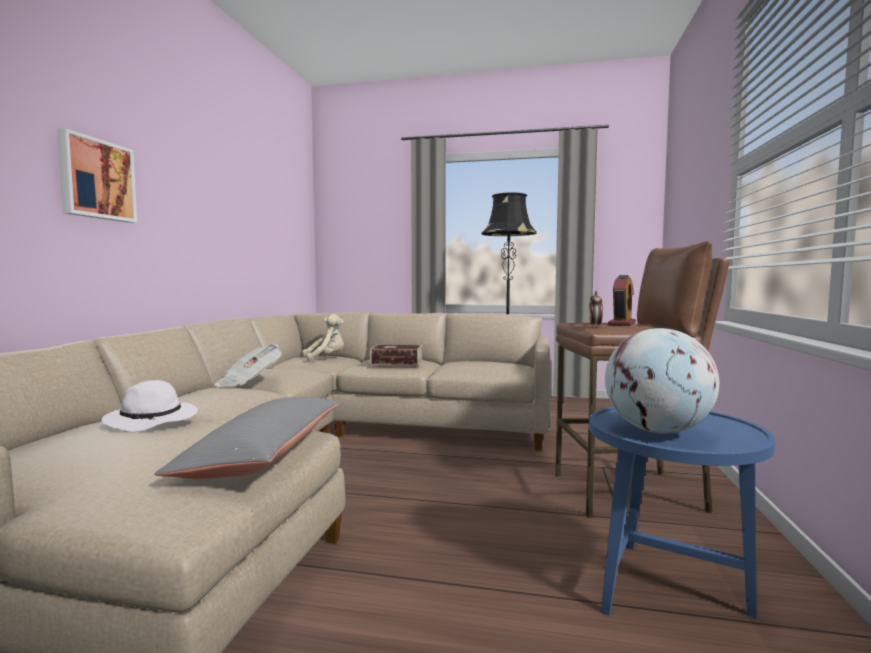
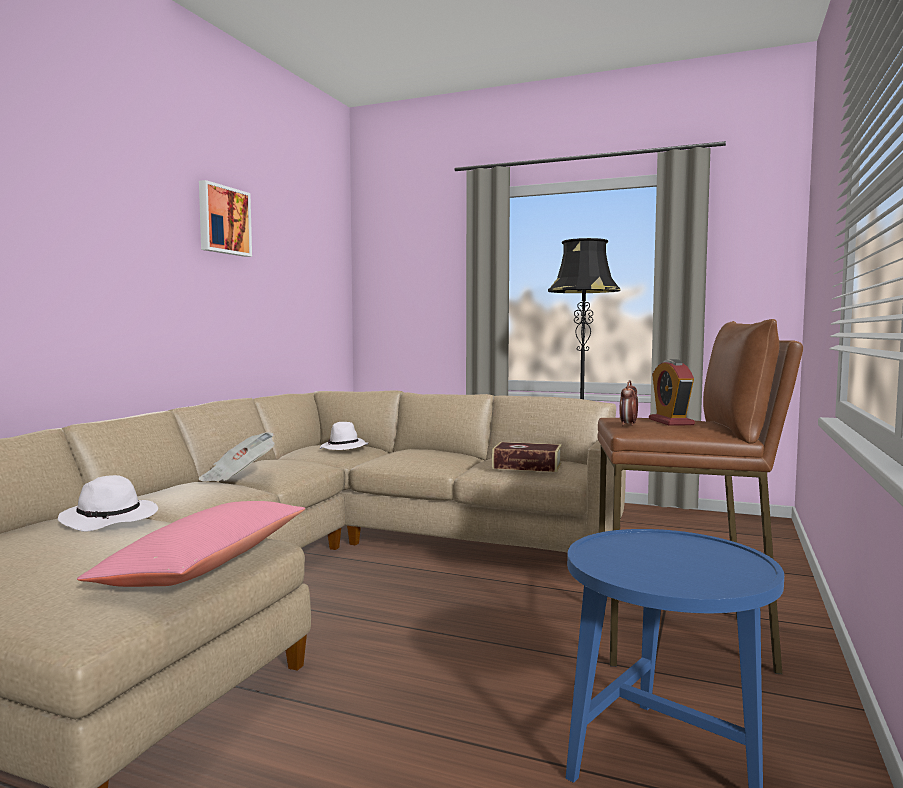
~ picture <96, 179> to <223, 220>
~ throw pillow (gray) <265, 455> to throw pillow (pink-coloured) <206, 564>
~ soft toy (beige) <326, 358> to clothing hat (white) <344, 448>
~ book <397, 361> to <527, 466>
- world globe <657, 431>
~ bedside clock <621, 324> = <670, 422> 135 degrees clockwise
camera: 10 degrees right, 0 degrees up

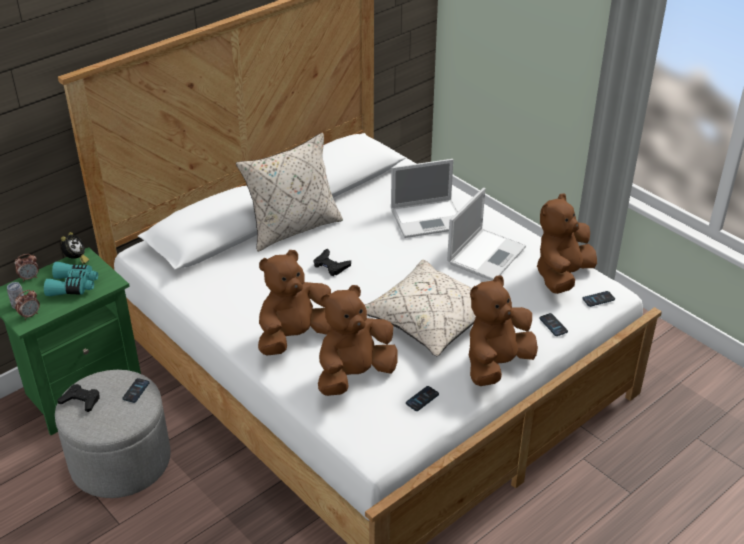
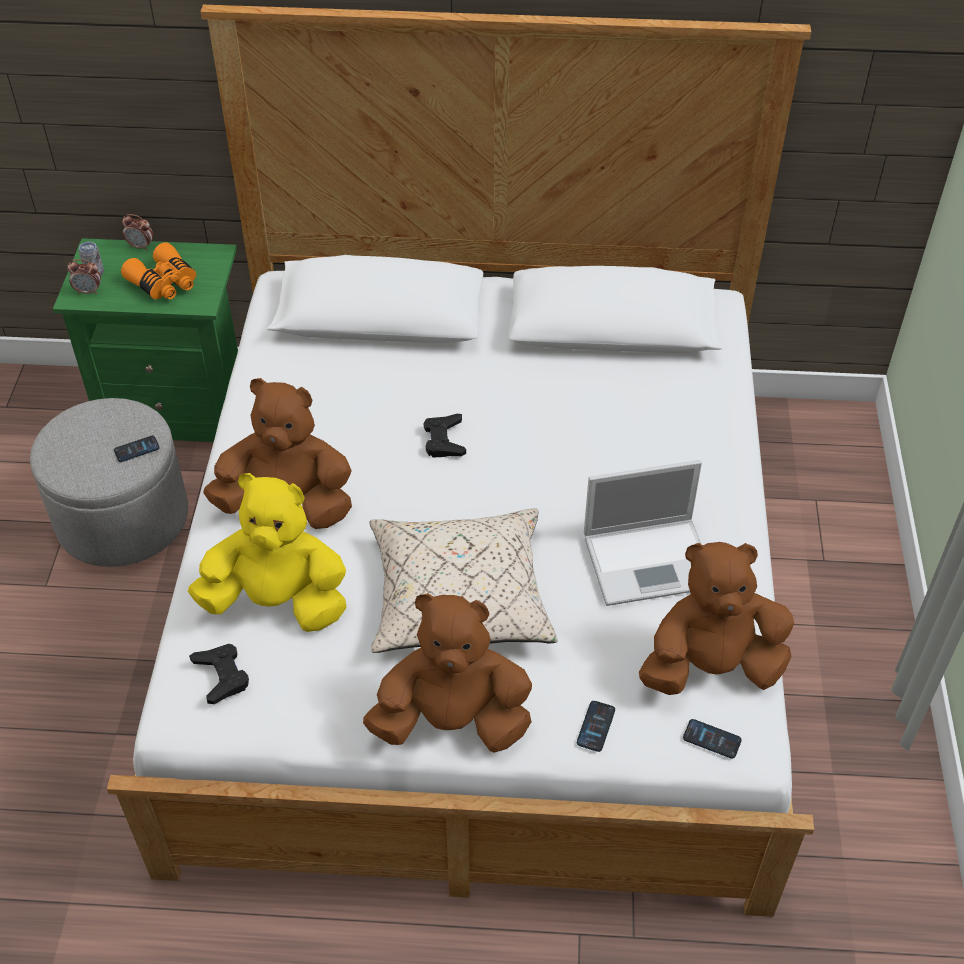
~ binoculars (turquoise-coloured) <73, 286> to binoculars (orange) <164, 283>
~ gamepad (black-coloured) <81, 400> to <221, 676>
- bedside clock <76, 259>
- throw pillow (beige) <293, 228>
~ soft toy (brown) <354, 375> to soft toy (yellow) <278, 601>
- portable computer <429, 218>
- handset <422, 399>
camera: 45 degrees right, 10 degrees up

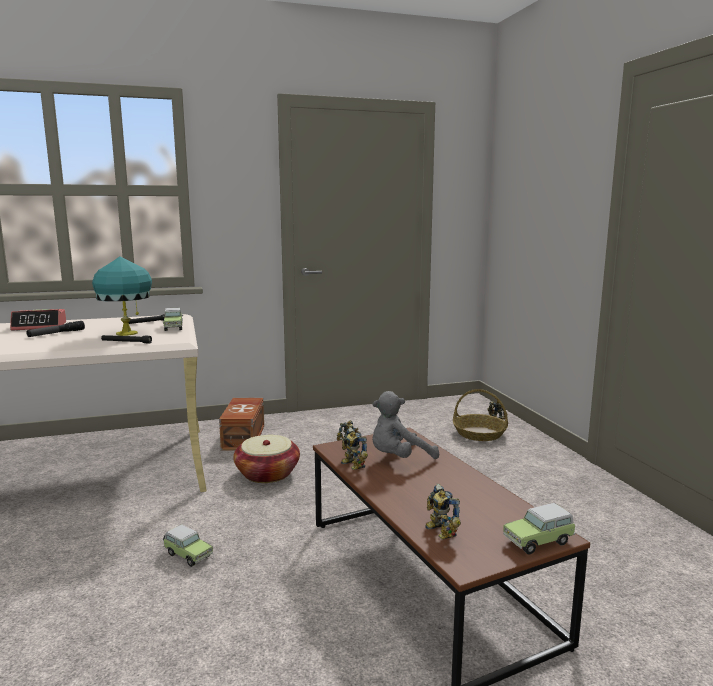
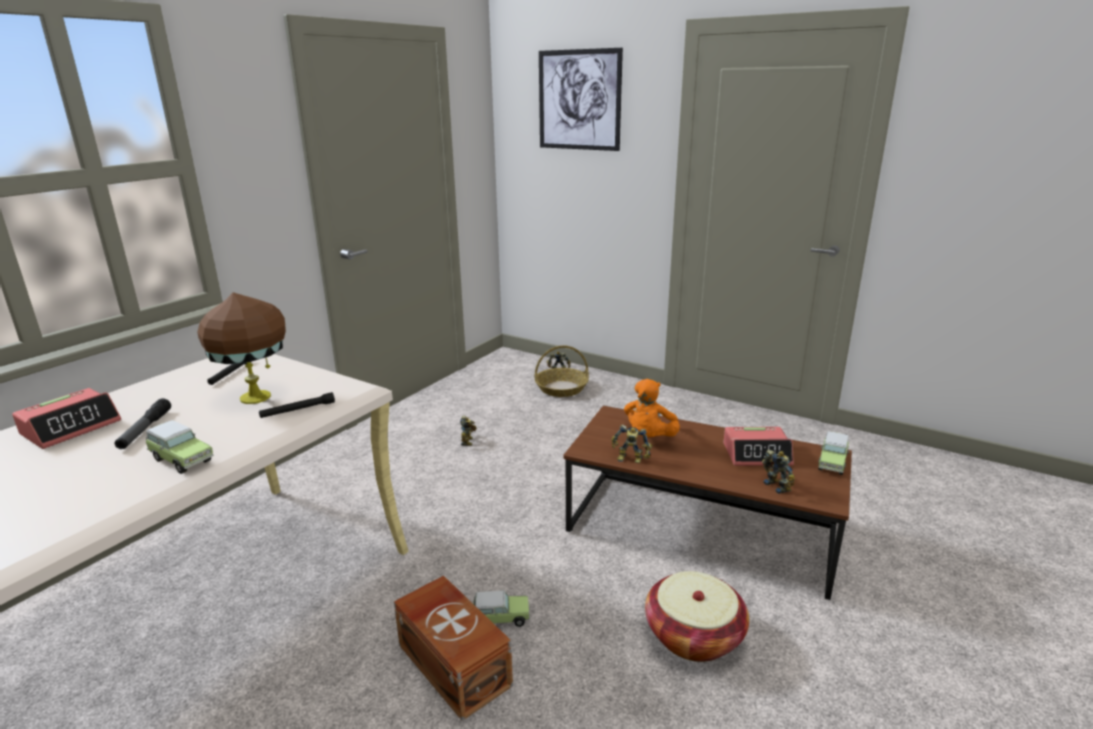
~ table lamp (turquoise-coloured) <127, 333> to table lamp (brown) <257, 397>
~ miniature car <173, 327> to <181, 459>
~ storage bin (brown) <244, 437> to <454, 663>
~ household basket <267, 474> to <693, 635>
~ soft toy (gray) <399, 458> to soft toy (orange) <649, 438>
~ robot figure <439, 532> = <778, 485> 135 degrees counterclockwise
+ picture <579, 100>
+ bedside clock <757, 454>
camera: 40 degrees left, 10 degrees up

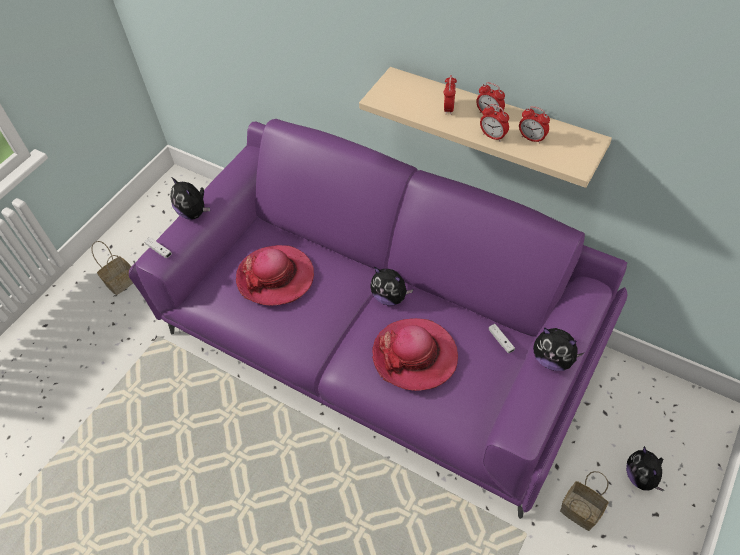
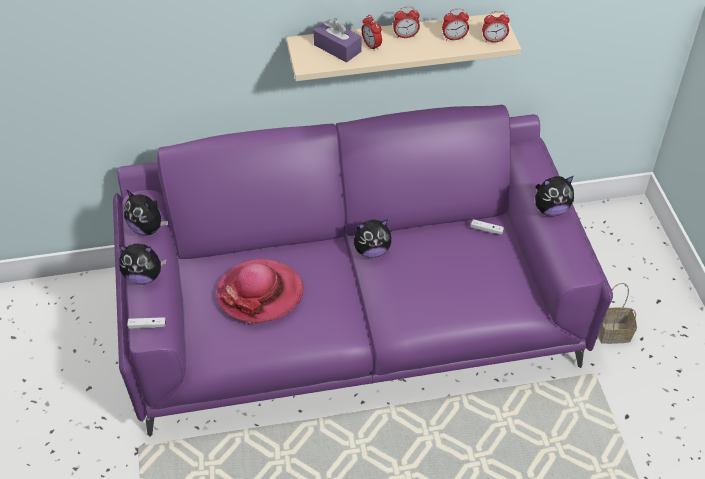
- household basket <121, 281>
- clothing hat <415, 356>
~ bedside clock <493, 136> to <494, 40>
~ soft toy <641, 477> to <147, 228>
+ tissue box (purplish) <337, 48>
camera: 45 degrees left, 5 degrees down

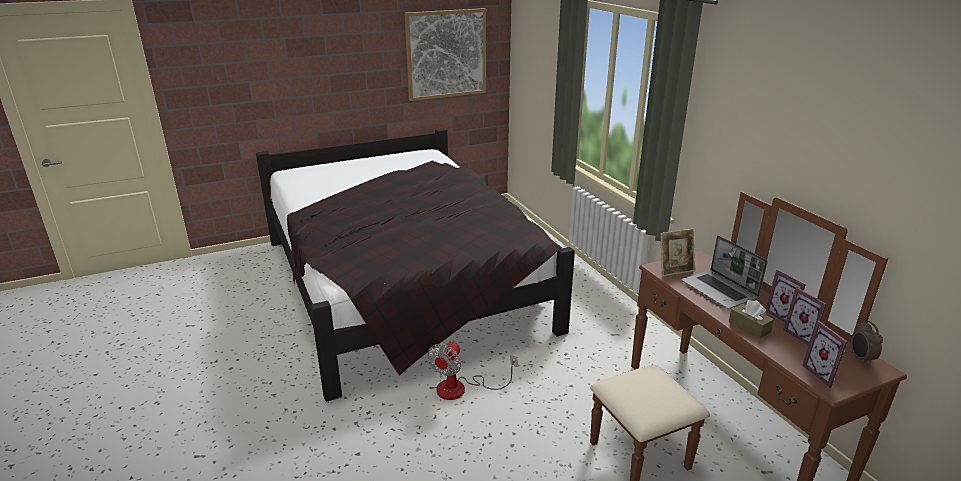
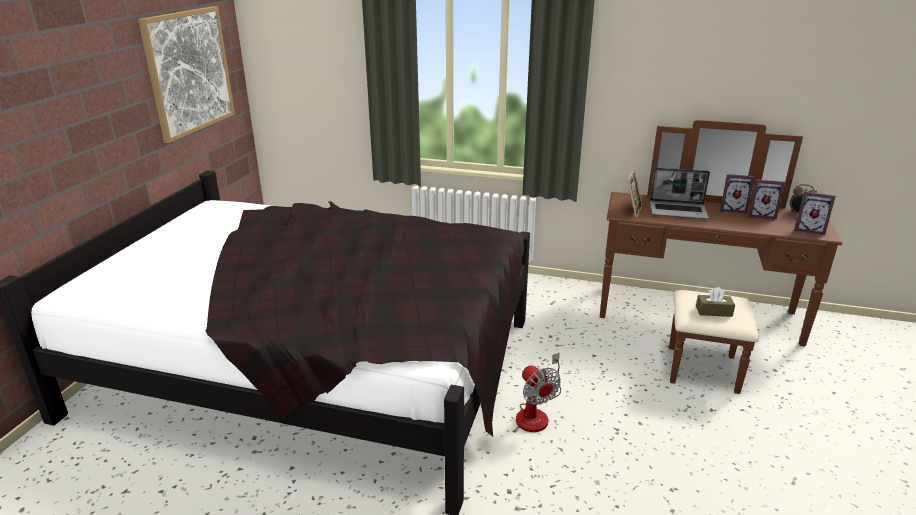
~ tissue box (brown) <749, 327> to <713, 311>
camera: 50 degrees left, 0 degrees up

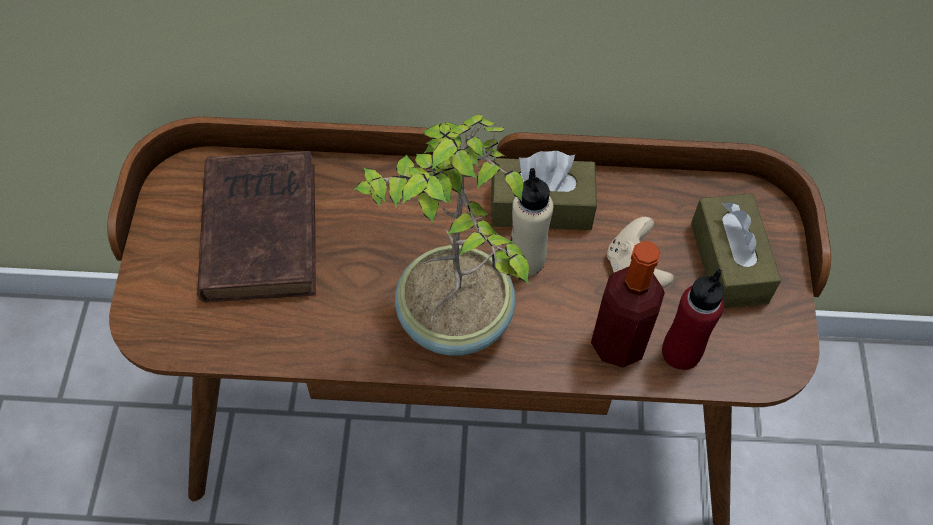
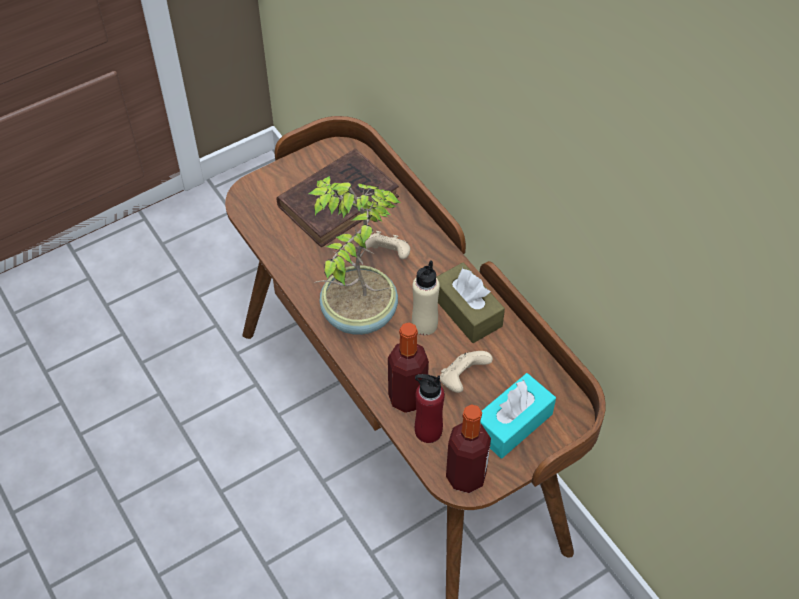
~ tissue box (brown) <729, 262> to tissue box (turquoise-coloured) <513, 423>
+ gamepad (beige) <387, 255>
+ drink bottle <466, 476>
camera: 55 degrees right, 5 degrees down

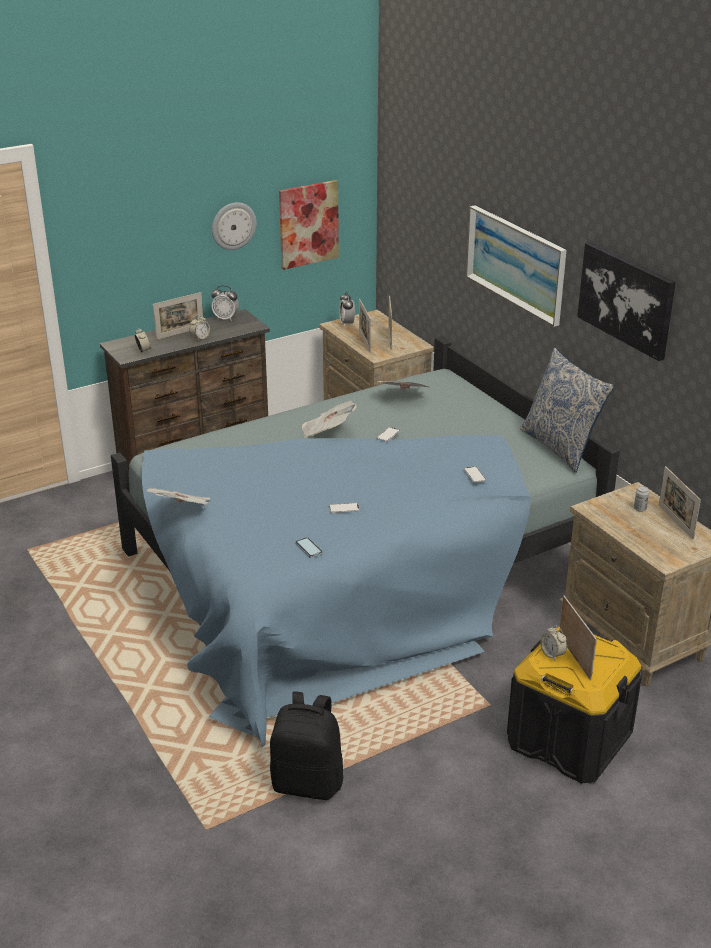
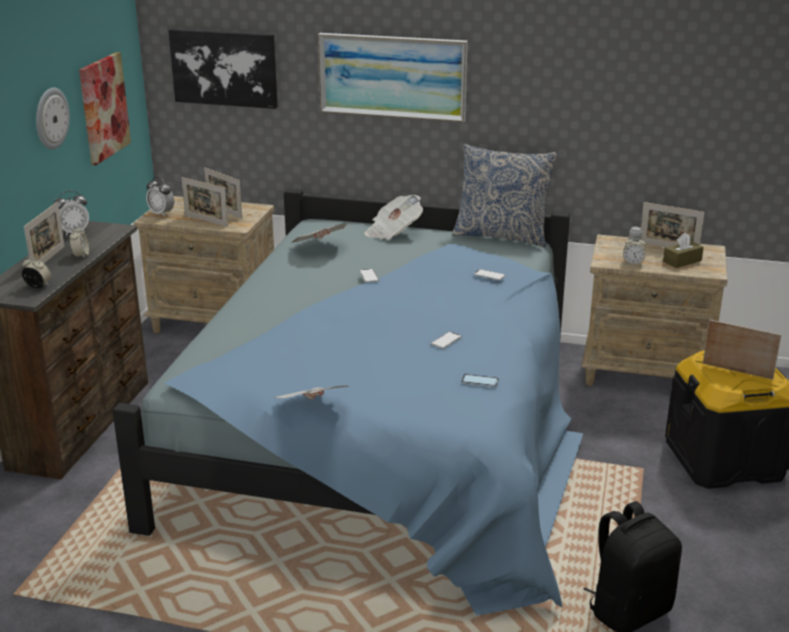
~ printed paper <327, 432> to <393, 232>
~ bedside clock <552, 654> to <633, 263>
~ picture <626, 299> to <224, 68>
+ tissue box (brown) <682, 261>
camera: 45 degrees left, 5 degrees down

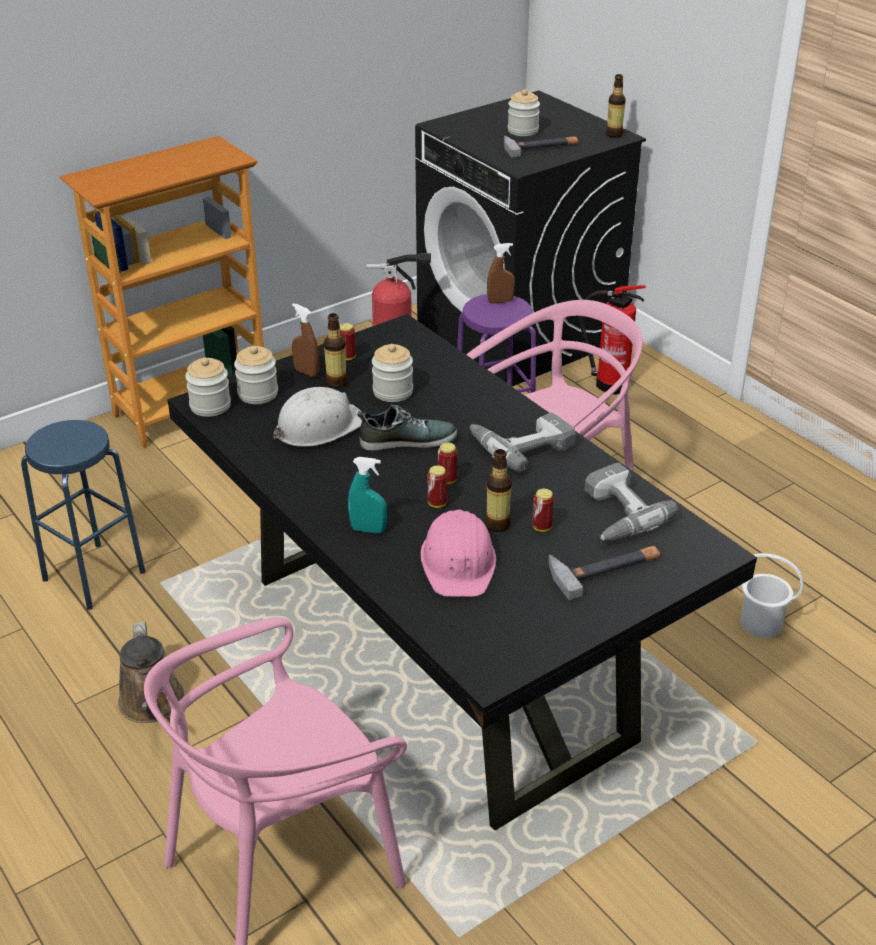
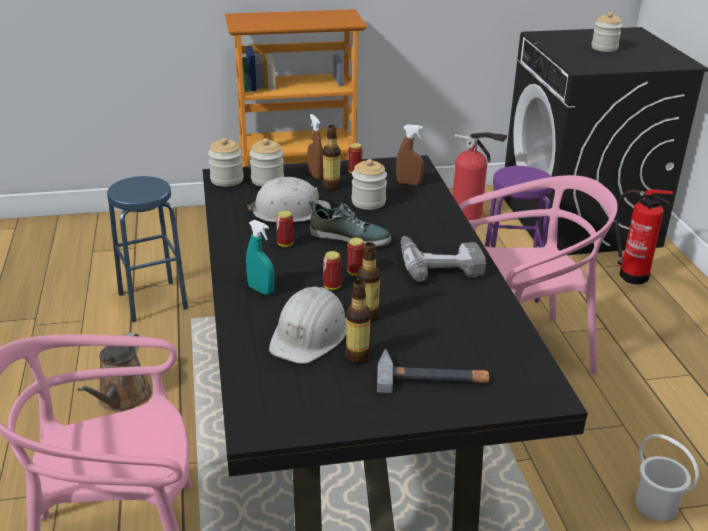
~ safety helmet (pink-coloured) <459, 562> to safety helmet (white) <310, 334>
~ hand sprayer (brown) <500, 301> to <409, 183>
- hand hammer <540, 146>
~ sealed can <542, 527> to <285, 244>
- power drill <615, 514>
~ drink bottle <614, 135> to <357, 357>
camera: 25 degrees right, 5 degrees down

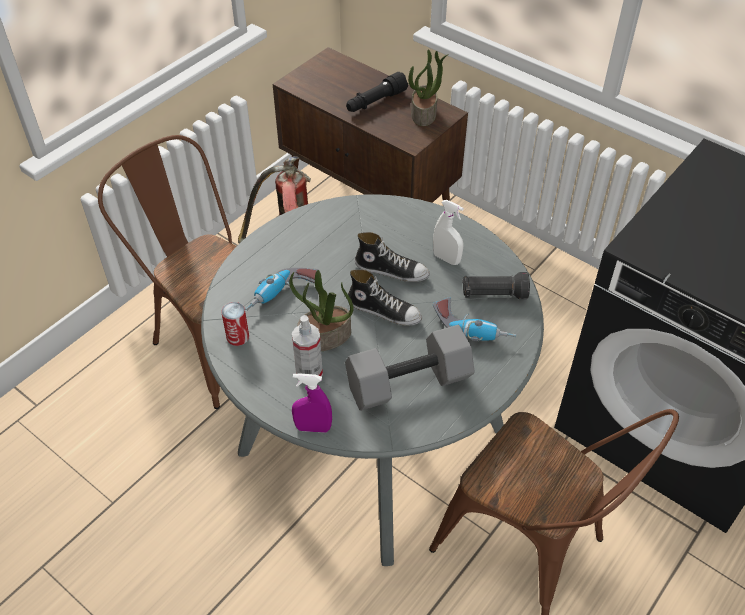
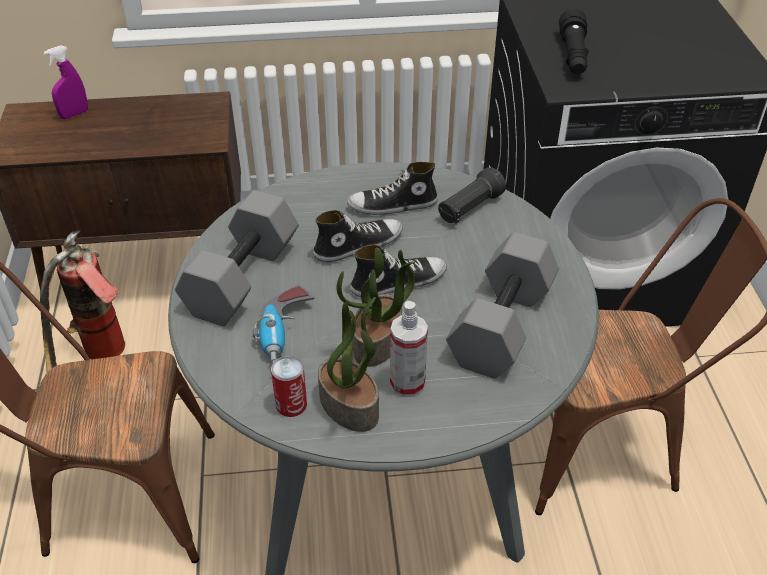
~ hand sprayer (purplish) <313, 428> to <74, 114>
~ torch (black-coloured) <375, 102> to <573, 56>
~ houseplant <424, 114> to <350, 406>
~ hand sprayer (white) <446, 259> to item of footwear <392, 206>
- power drill <472, 328>
+ dumbbell (gray) <243, 279>
camera: 45 degrees left, 5 degrees down

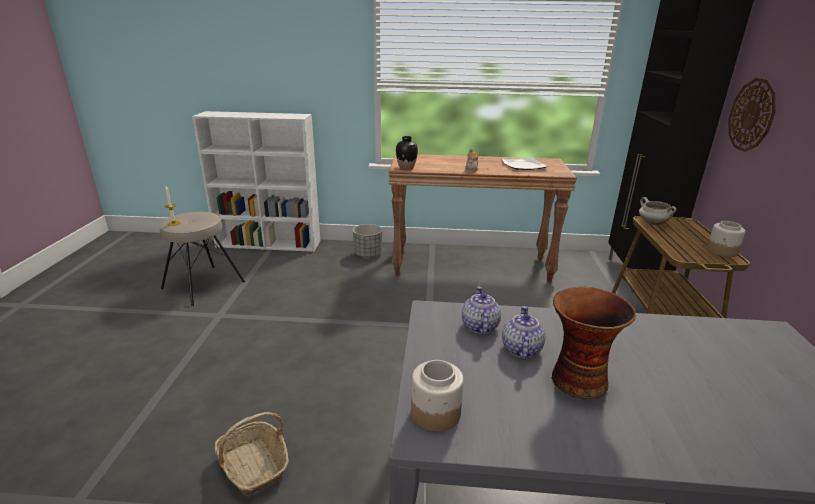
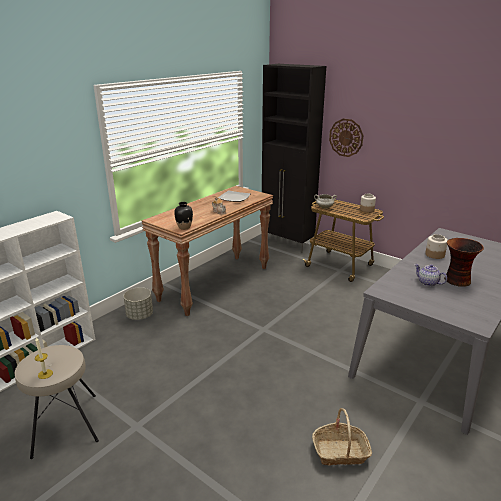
~ storage jar <435, 413> to <434, 255>
- pot for tea <479, 326>
camera: 55 degrees left, 0 degrees up

